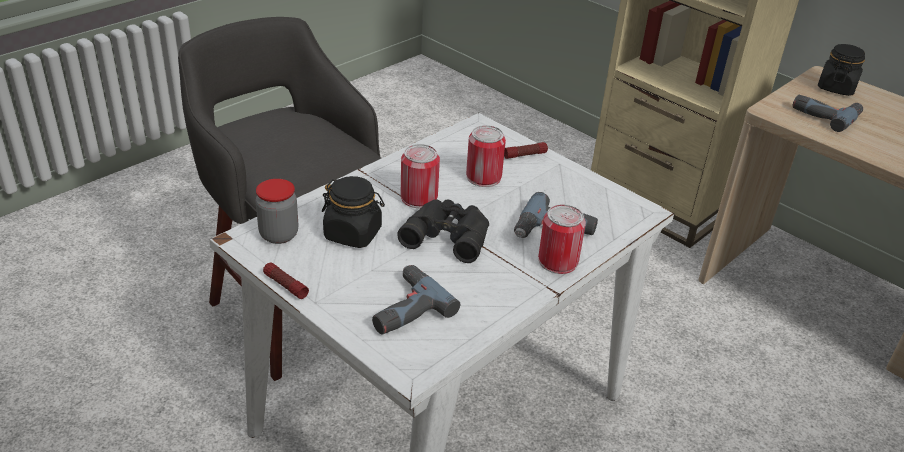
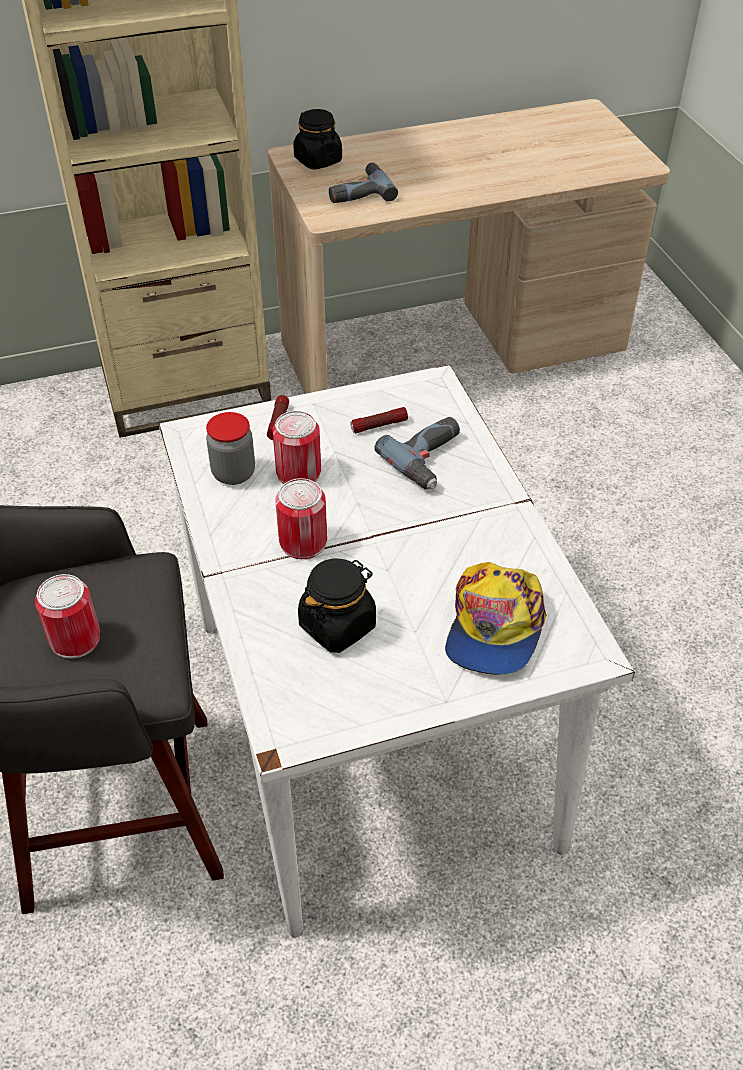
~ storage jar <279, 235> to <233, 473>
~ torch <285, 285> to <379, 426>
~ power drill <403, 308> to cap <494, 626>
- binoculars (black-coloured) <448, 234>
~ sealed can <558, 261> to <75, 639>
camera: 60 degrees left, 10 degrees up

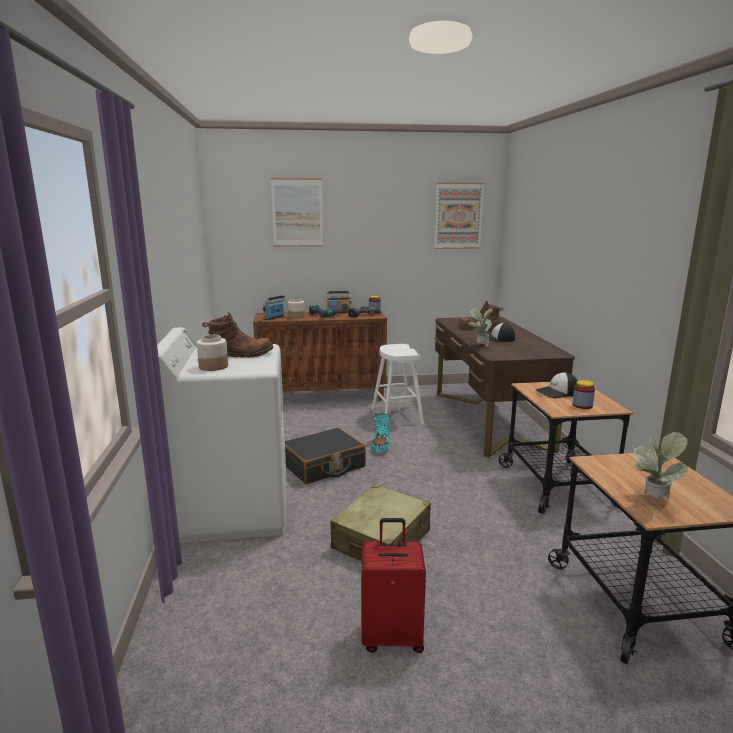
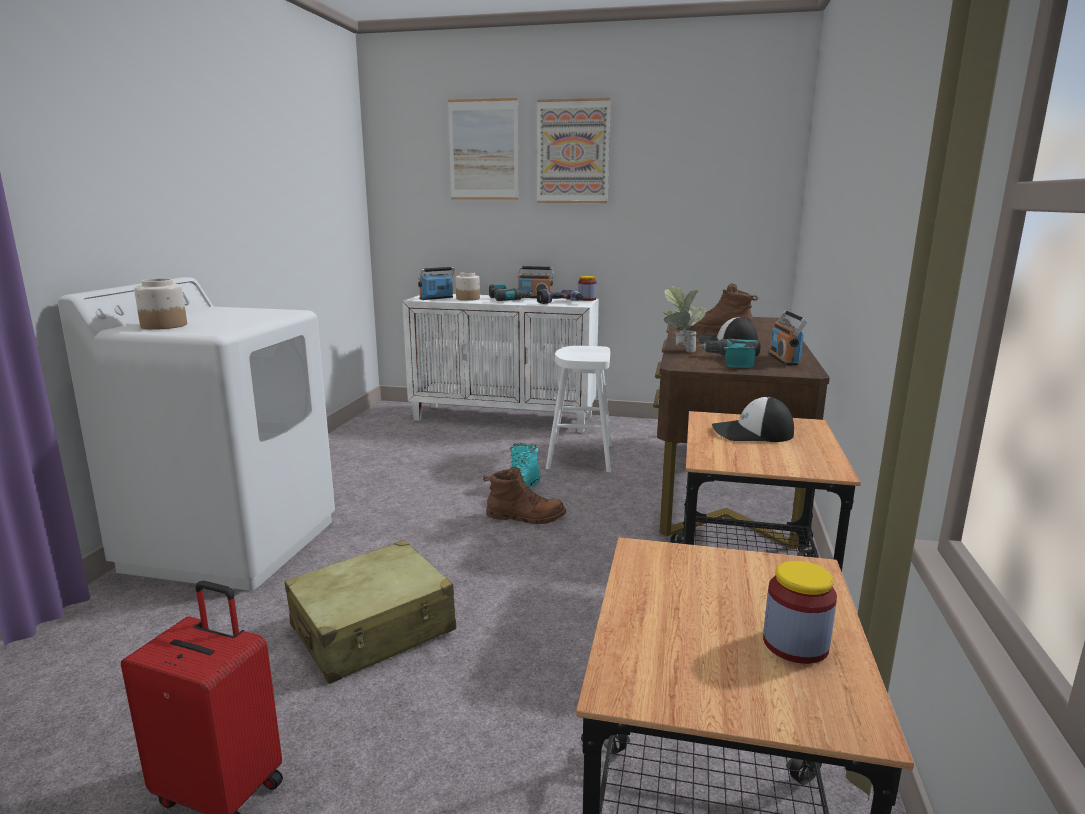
~ tall boot (brown) <240, 355> to <525, 517>
~ storage cabinet (brown) <322, 396> to storage cabinet (white) <504, 418>
- travel case (black-coloured) <323, 466>
~ picture <458, 216> to <573, 152>
~ storage jar <582, 405> to <795, 644>
- houseplant <652, 500>
+ power drill <731, 361>
+ radio set <783, 359>
camera: 20 degrees right, 0 degrees up

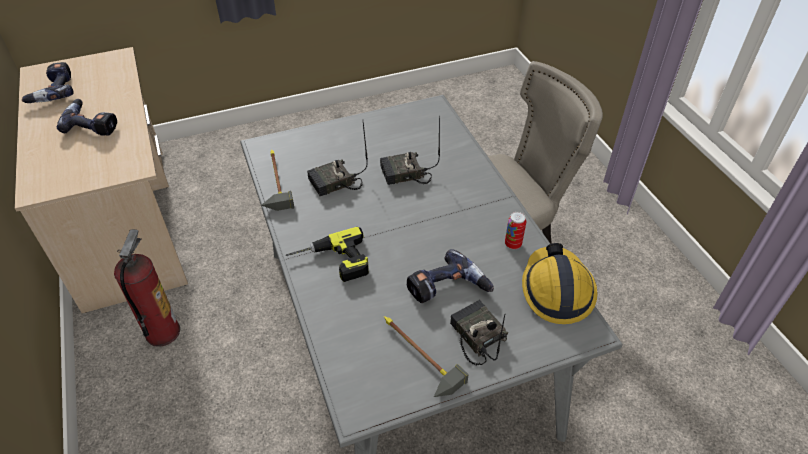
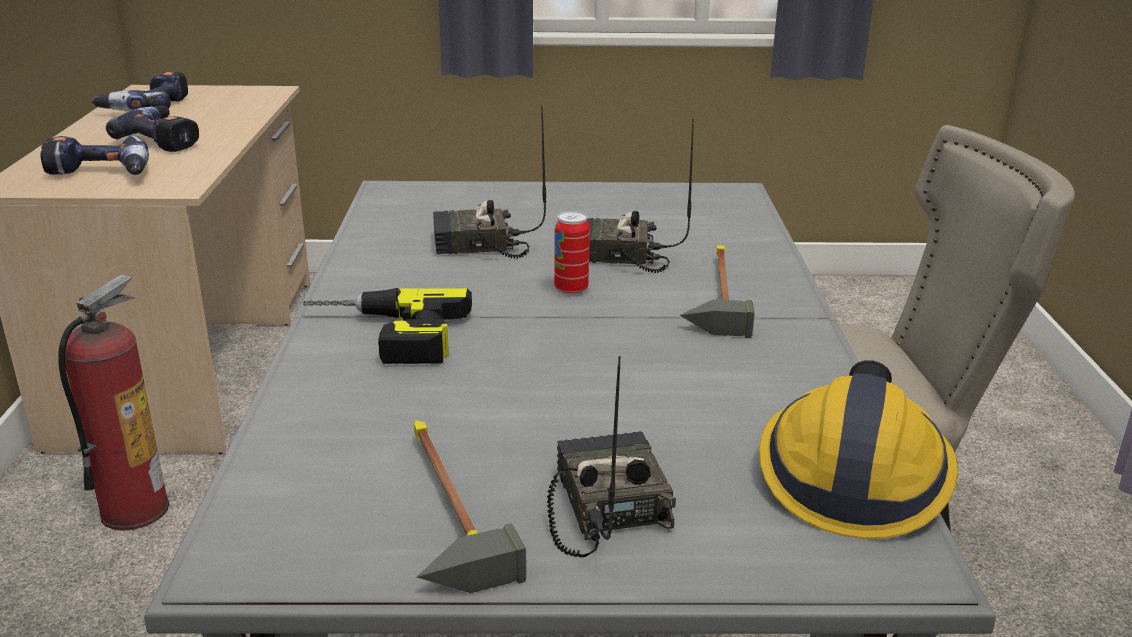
~ hand hammer <272, 181> to <712, 293>
~ power drill <448, 290> to <99, 175>
~ sealed can <513, 244> to <571, 289>
camera: 20 degrees right, 20 degrees down

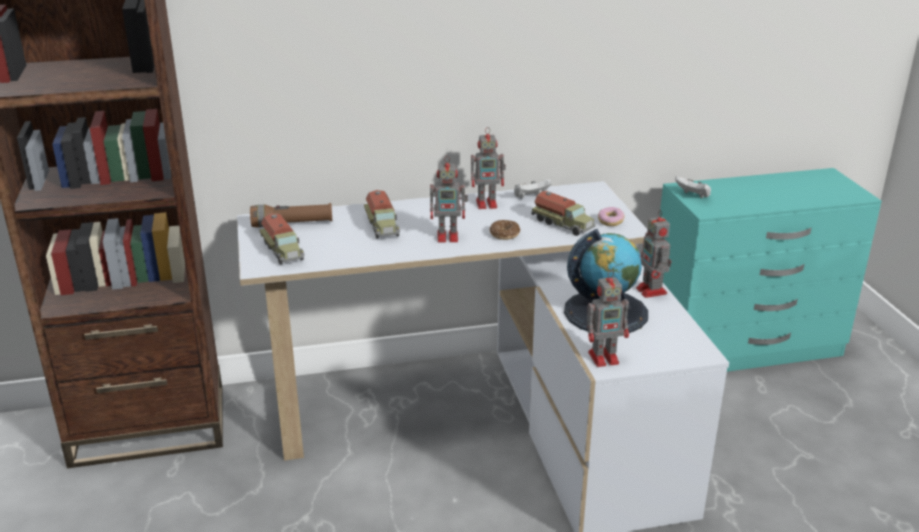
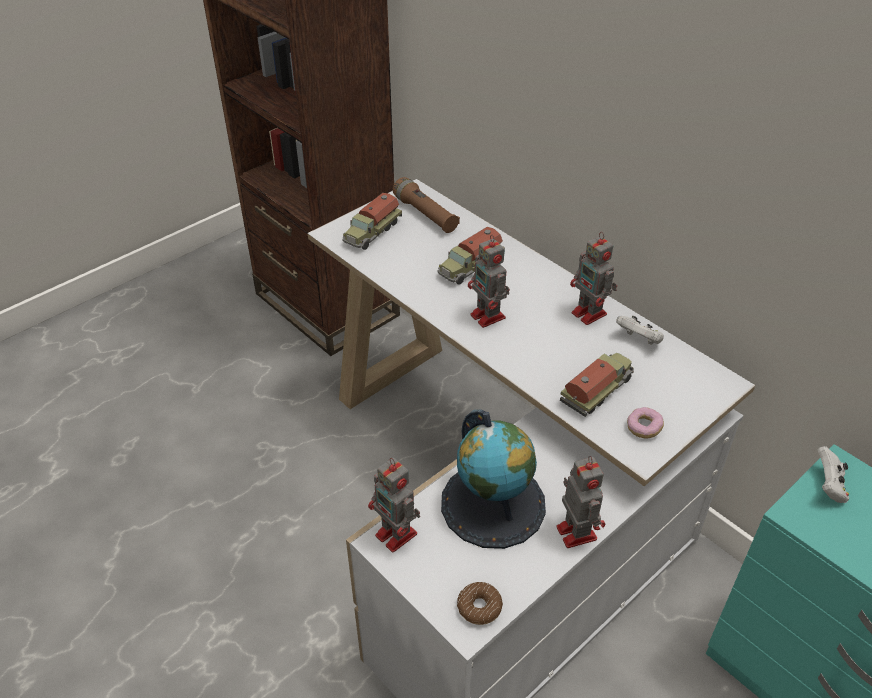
~ donut <504, 234> to <479, 607>
~ toy lorry <563, 224> = <597, 390> 150 degrees counterclockwise
~ robot figure <652, 291> = <575, 531> 120 degrees clockwise
camera: 60 degrees right, 15 degrees up

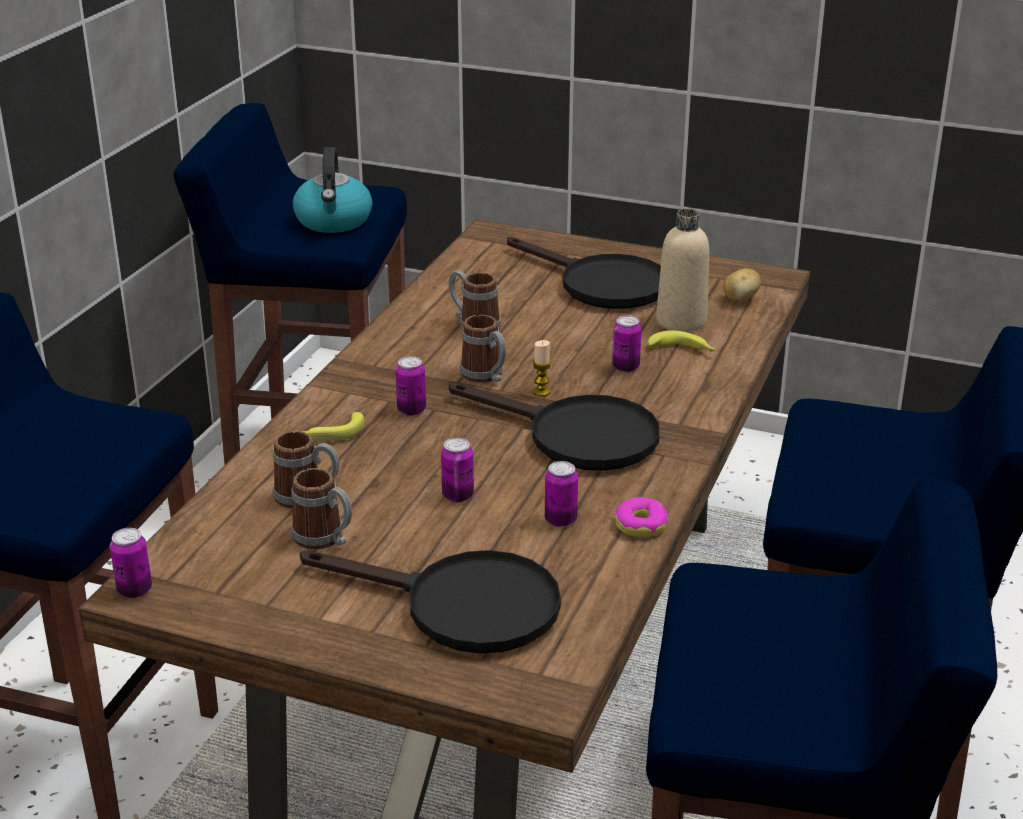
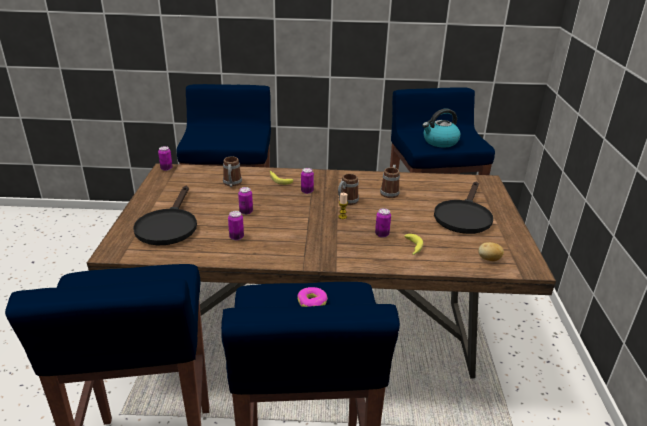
- tea mug <325, 539>
- frying pan (black-coloured) <576, 436>
~ donut <641, 525> to <312, 302>
- drink bottle (beige) <681, 321>
camera: 70 degrees right, 0 degrees up

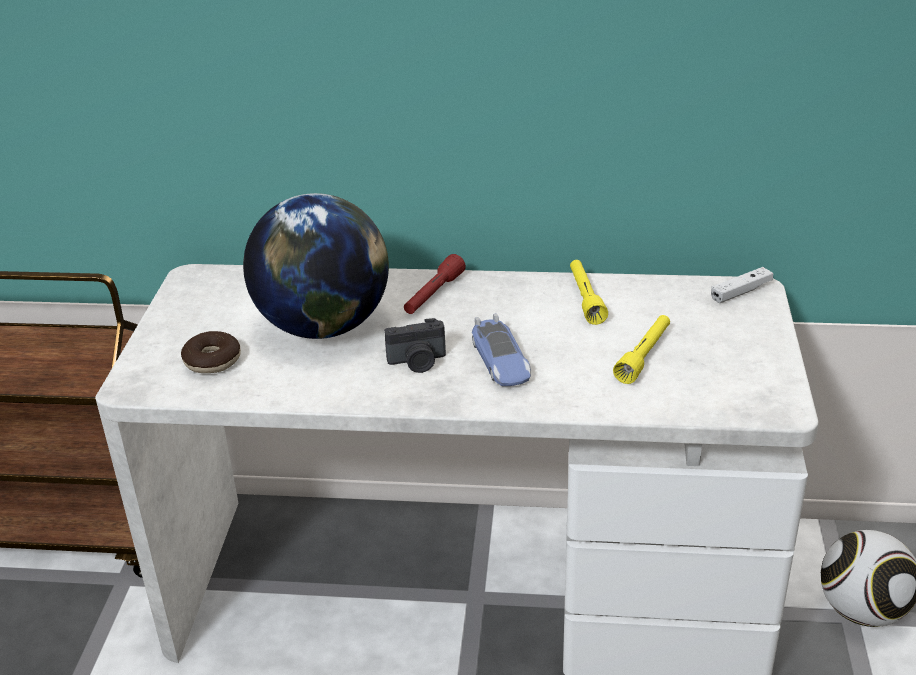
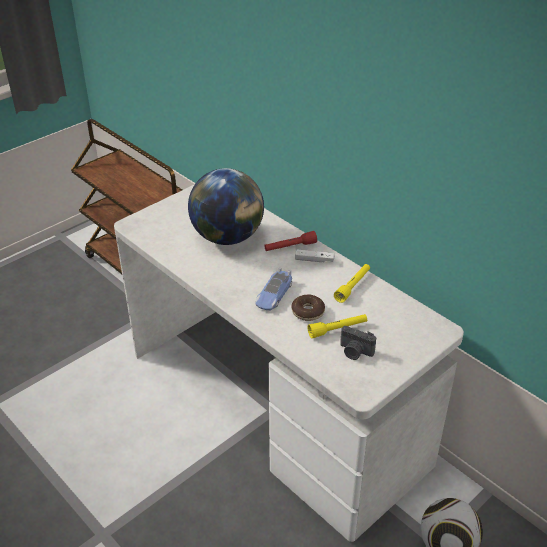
~ donut <212, 360> to <308, 312>
~ photo camera <417, 362> to <355, 352>
~ gamepad (white) <741, 292> to <314, 260>
camera: 40 degrees right, 5 degrees up

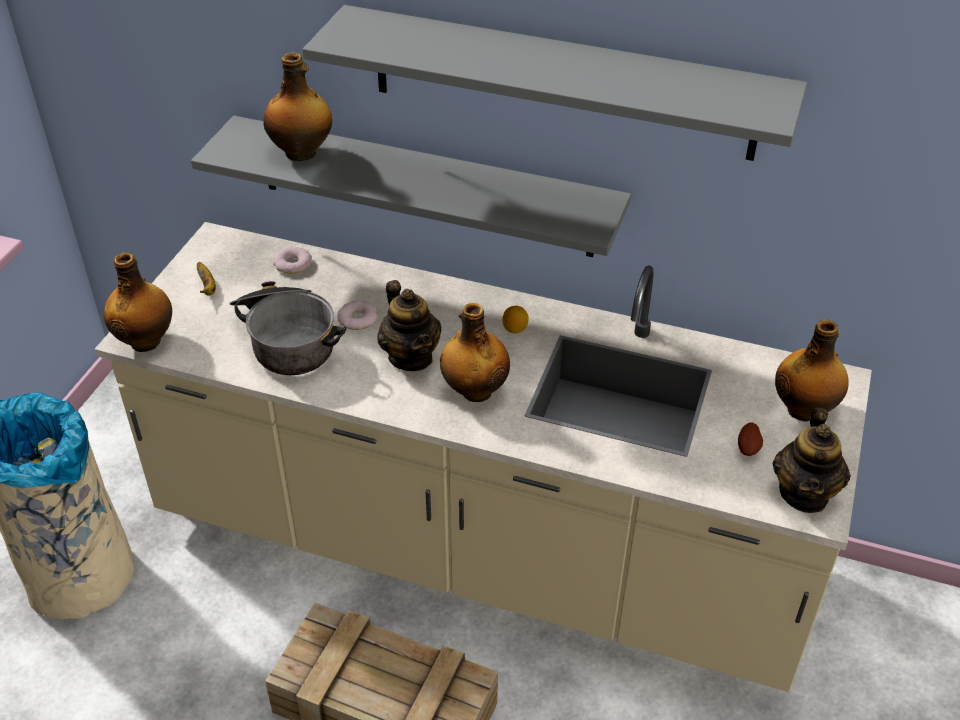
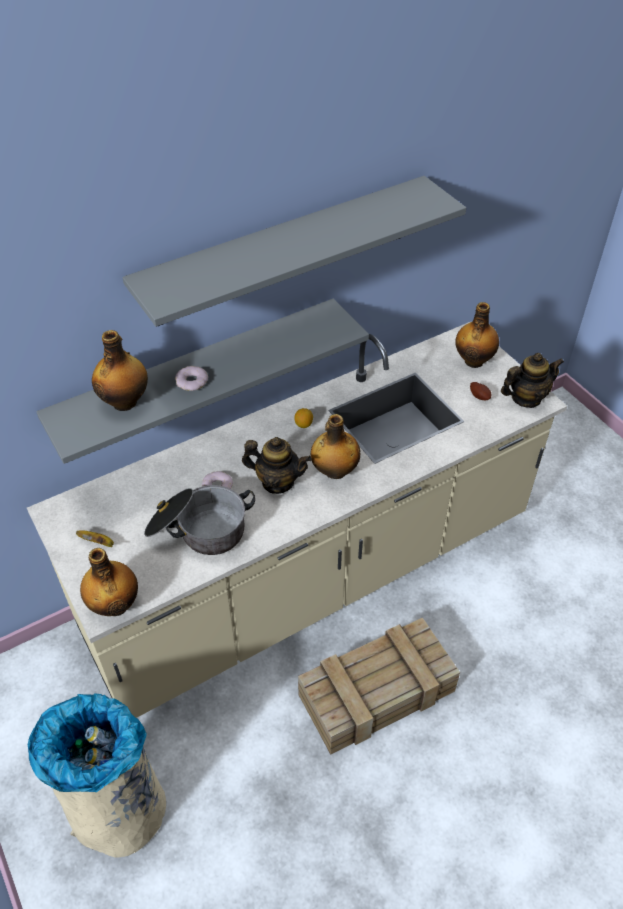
~ donut <293, 264> to <192, 381>
~ pot for tea <804, 493> = <526, 398> 75 degrees counterclockwise
camera: 50 degrees left, 5 degrees up

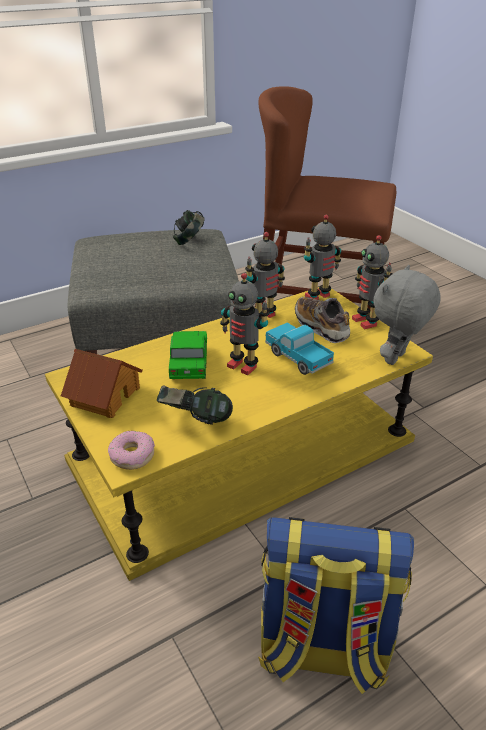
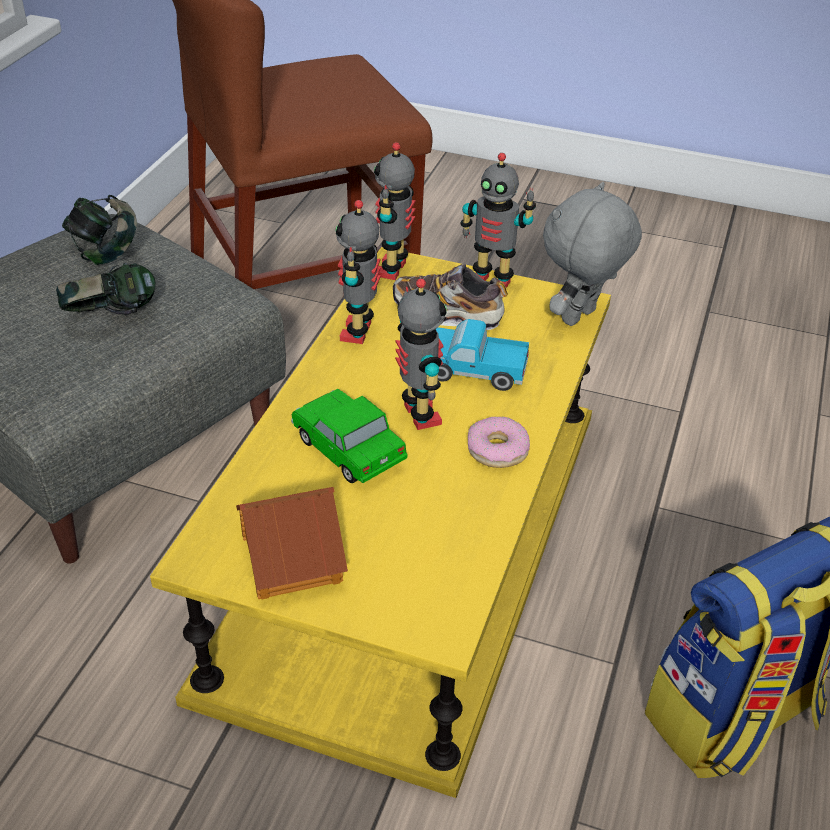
~ donut <132, 455> to <497, 450>
~ headphones <195, 421> to <112, 318>
~ robot figure <243, 365> = <418, 415> 105 degrees counterclockwise
~ soft toy (gray) <396, 359> = <580, 318> 45 degrees clockwise
camera: 40 degrees left, 5 degrees up

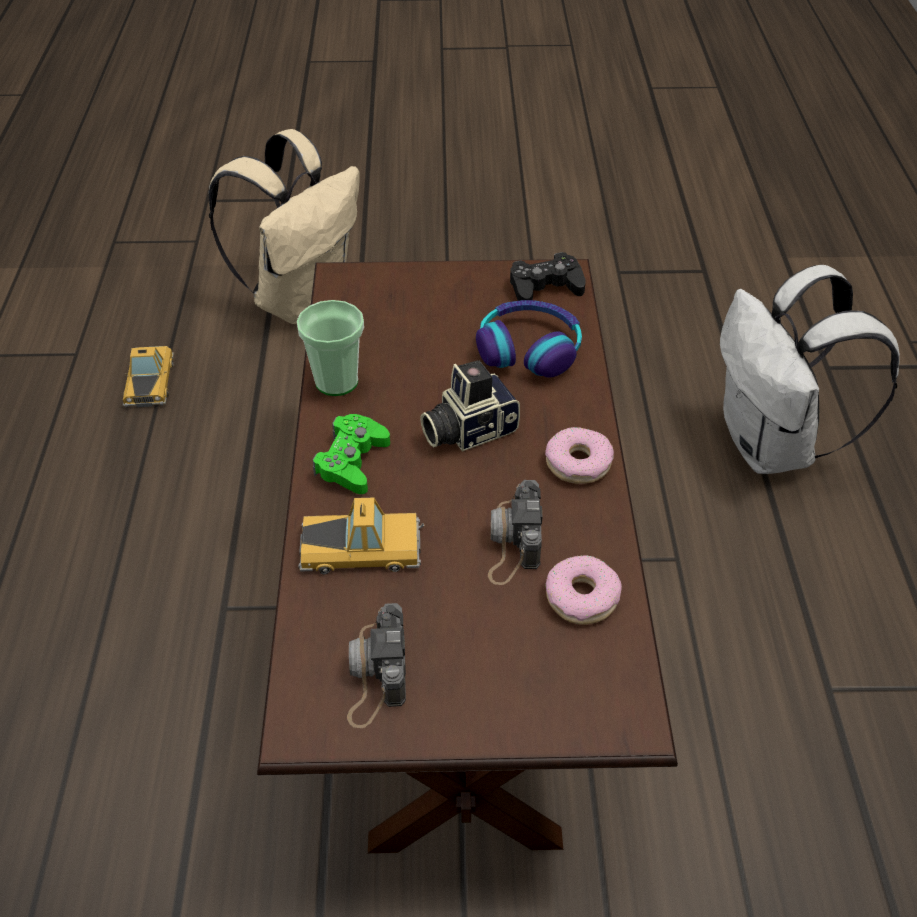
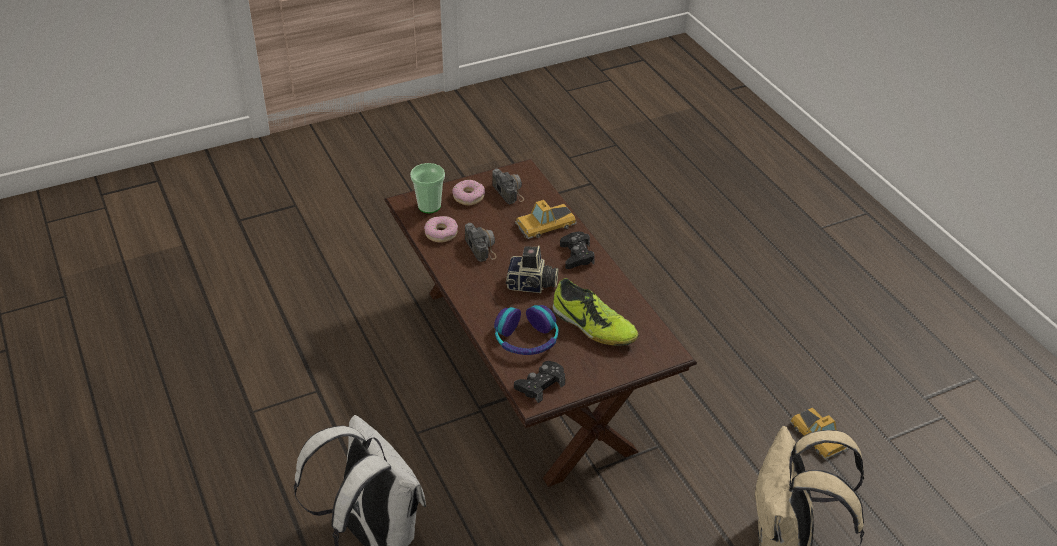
~ cup <336, 381> to <429, 206>
~ gamepad (greenish) <352, 461> to gamepad (black-coloured) <576, 255>
~ photo camera <468, 430> = <532, 285> 60 degrees clockwise
~ donut <578, 463> to <468, 197>
+ item of footwear <593, 326>
camera: 155 degrees right, 5 degrees down

